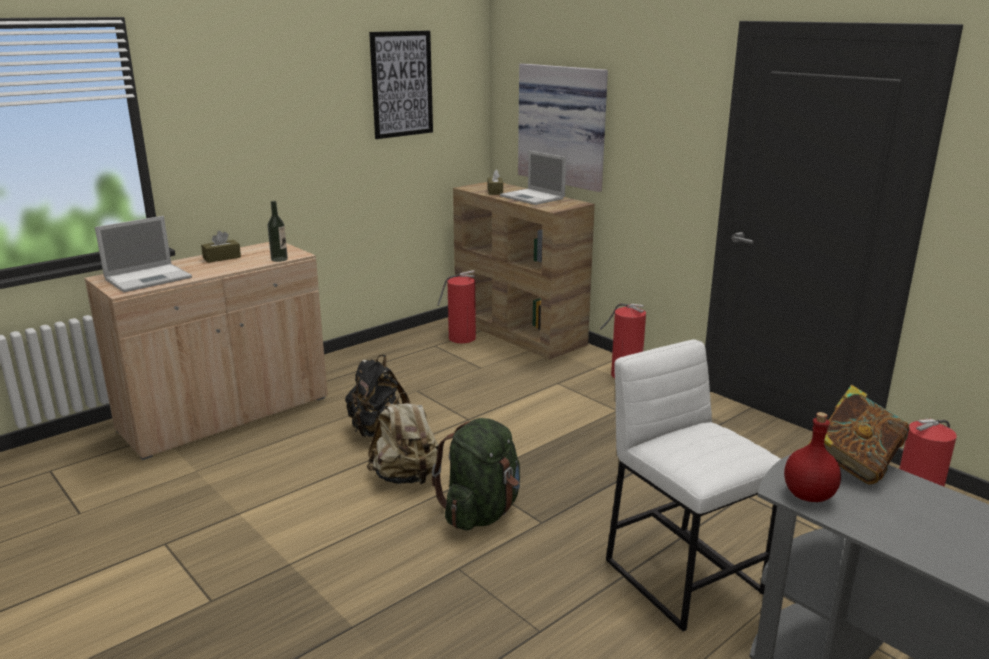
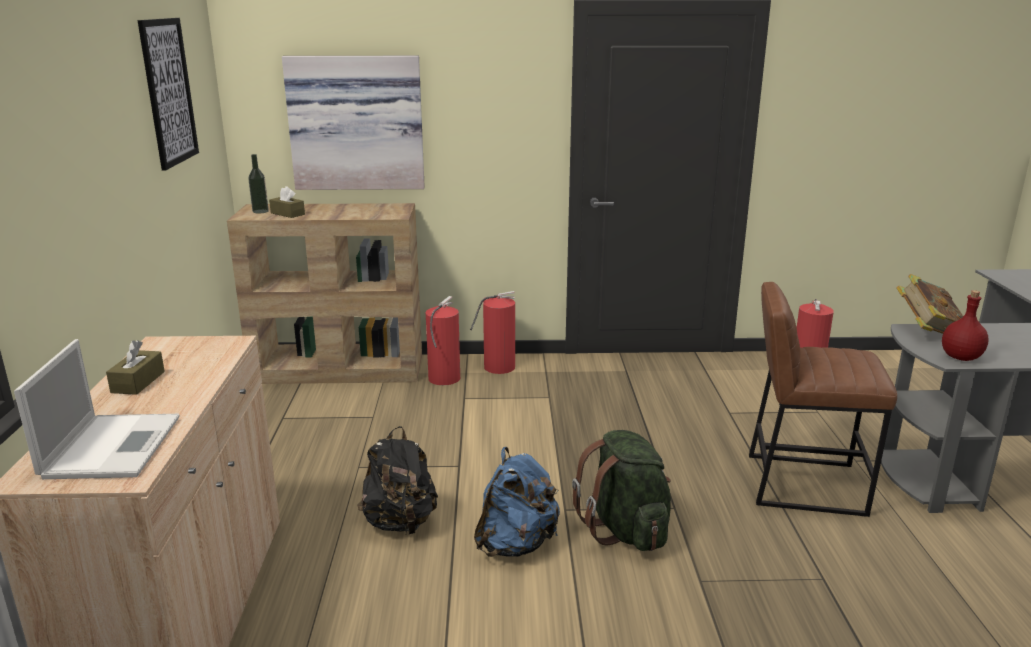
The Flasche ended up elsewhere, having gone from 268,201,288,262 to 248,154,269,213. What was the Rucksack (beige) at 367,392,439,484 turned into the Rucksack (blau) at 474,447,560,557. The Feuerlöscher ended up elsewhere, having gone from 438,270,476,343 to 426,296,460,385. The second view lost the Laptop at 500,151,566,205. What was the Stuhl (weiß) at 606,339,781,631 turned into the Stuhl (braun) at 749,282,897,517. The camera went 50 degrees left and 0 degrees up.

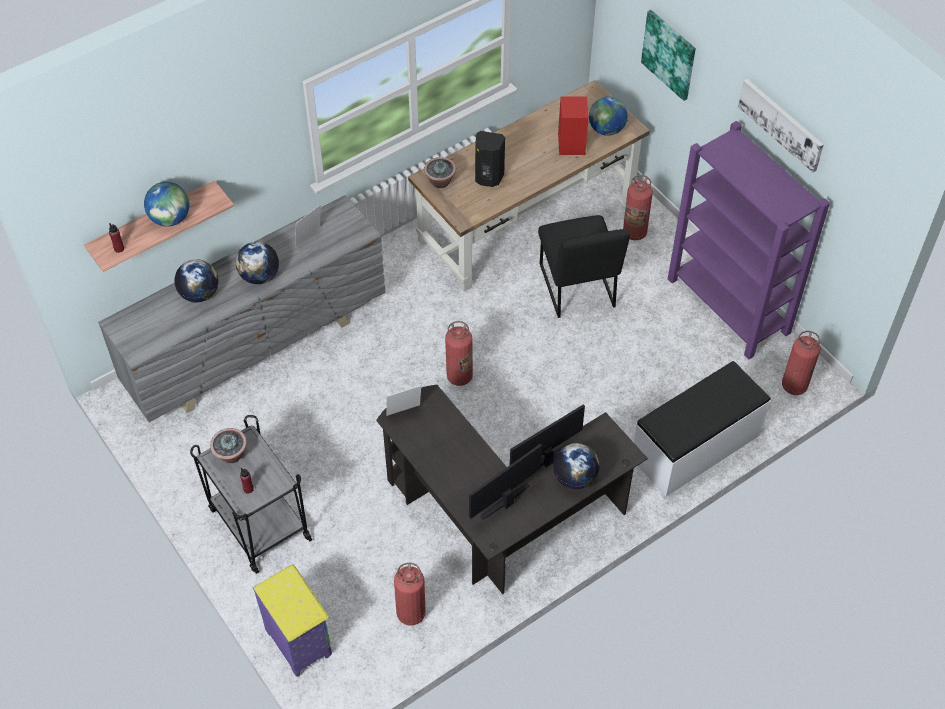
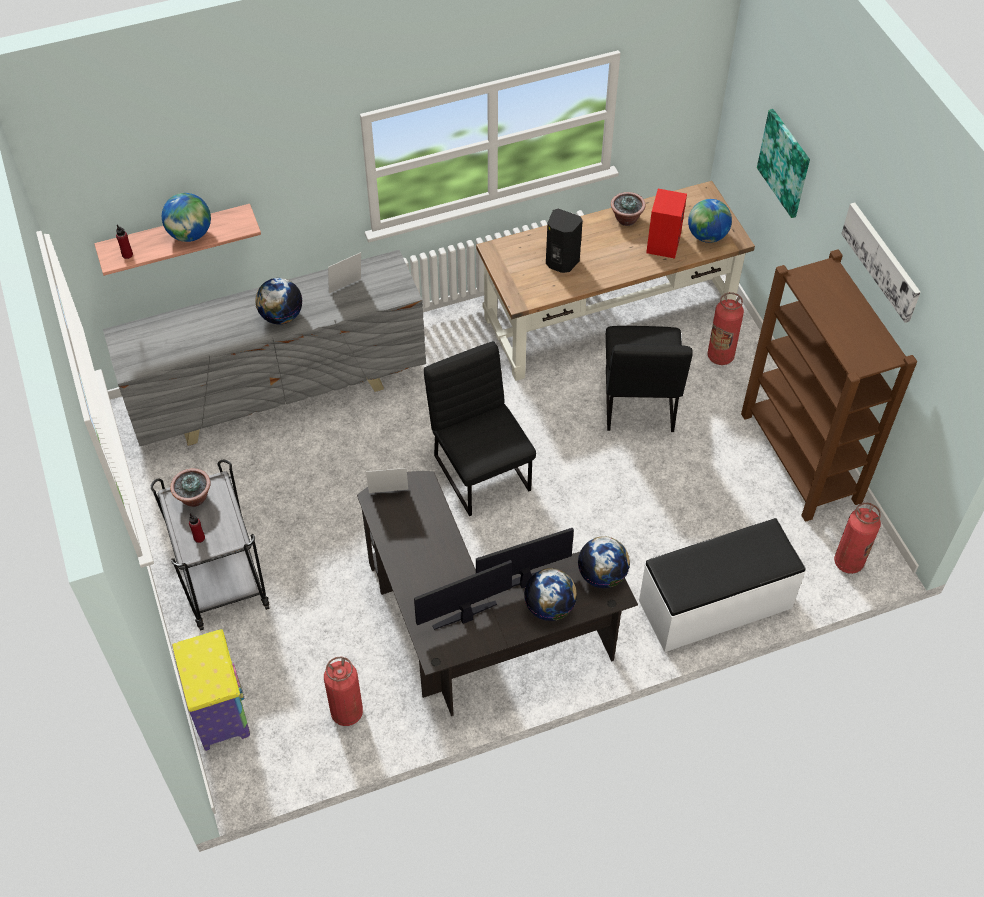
The Globus ended up elsewhere, having gone from 174,259,218,303 to 578,536,630,588. The Topfpflanze ended up elsewhere, having gone from 424,157,456,188 to 611,192,646,226. Where the Feuerlöscher stood at 445,321,473,386, the Stuhl (schwarz) came to stand at 424,341,536,516. What was the Bücherregal (lila) at 668,121,830,359 turned into the Bücherregal (braun) at 741,249,917,521. The camera went 15 degrees right and 0 degrees up.

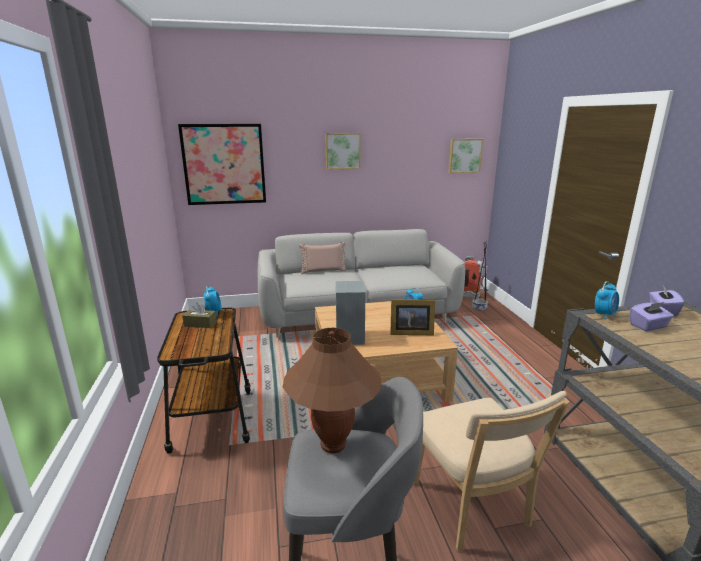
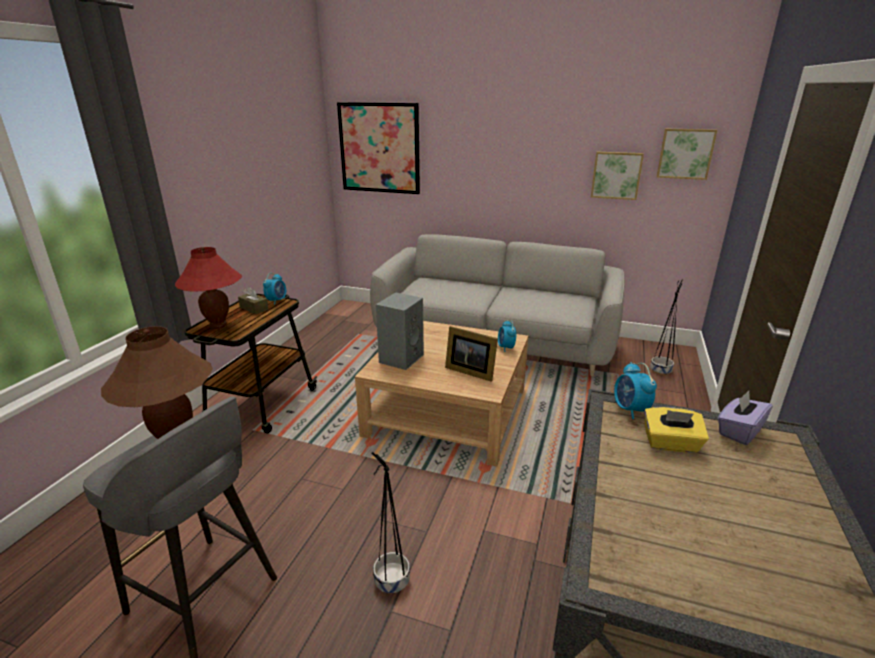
The second view lost the Kissen (beige) at 299,242,347,274. The Bild ended up elsewhere, having gone from 325,133,361,170 to 591,152,644,200. Where the Stuhl (beige) stood at 413,391,570,551, the Pflanzkübel (schwarz) came to stand at 372,452,410,594. The second view lost the Feuerlöscher at 463,256,489,299. The Wecker at 595,281,619,319 ended up facing another way, 90 degrees clockwise from before. What was the Taschentuchbox (lila) at 630,302,674,331 turned into the Taschentuchbox (gelb) at 644,407,709,453. The second view gained the Tischlampe (rot) at 175,247,242,329. The camera went 30 degrees right and 5 degrees up.

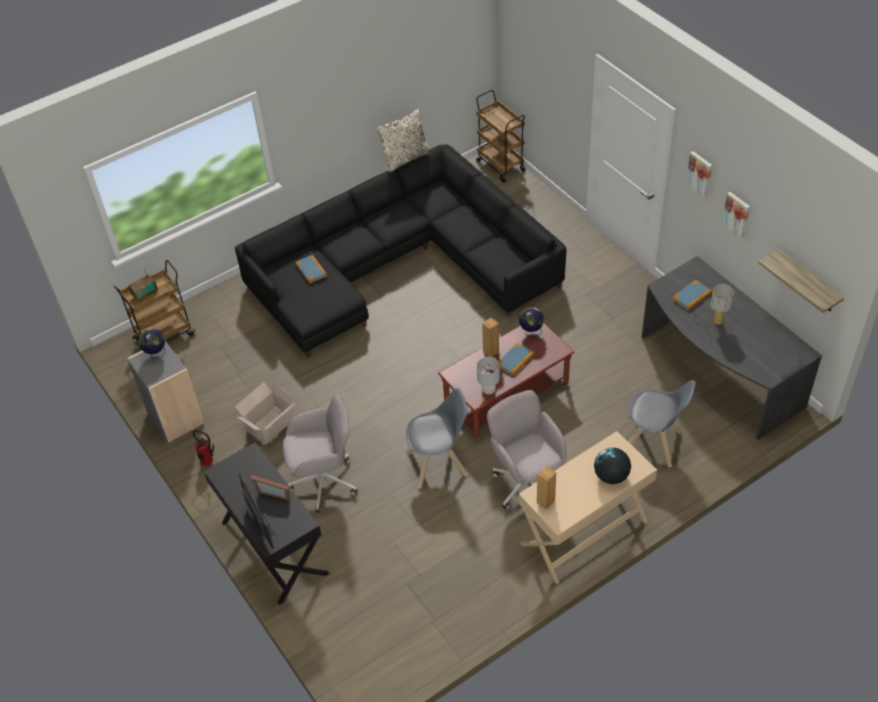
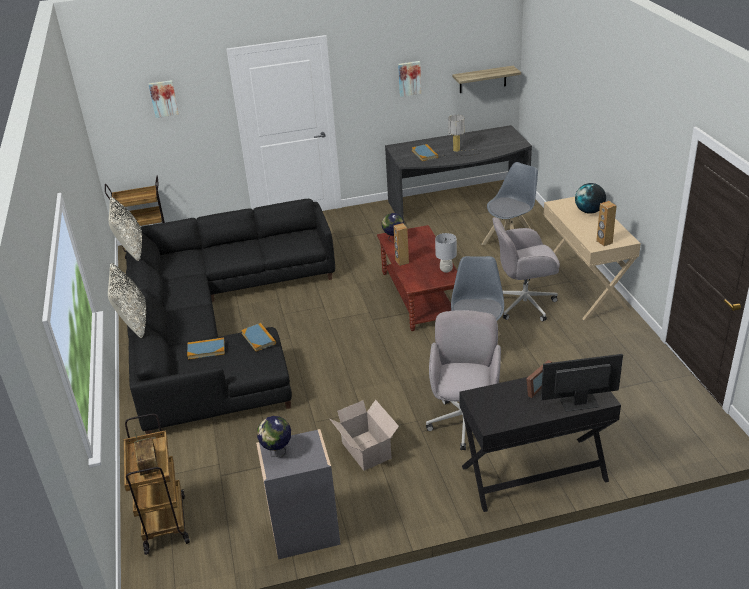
The second view lost the Feuerlöscher at 193,430,214,466. The Buch ended up elsewhere, having gone from 499,343,534,376 to 241,323,276,352. The Bild ended up elsewhere, having gone from 686,151,712,198 to 148,80,179,118. The second view gained the Kissen (beige) at 108,263,146,338. The camera went 70 degrees left and 15 degrees down.

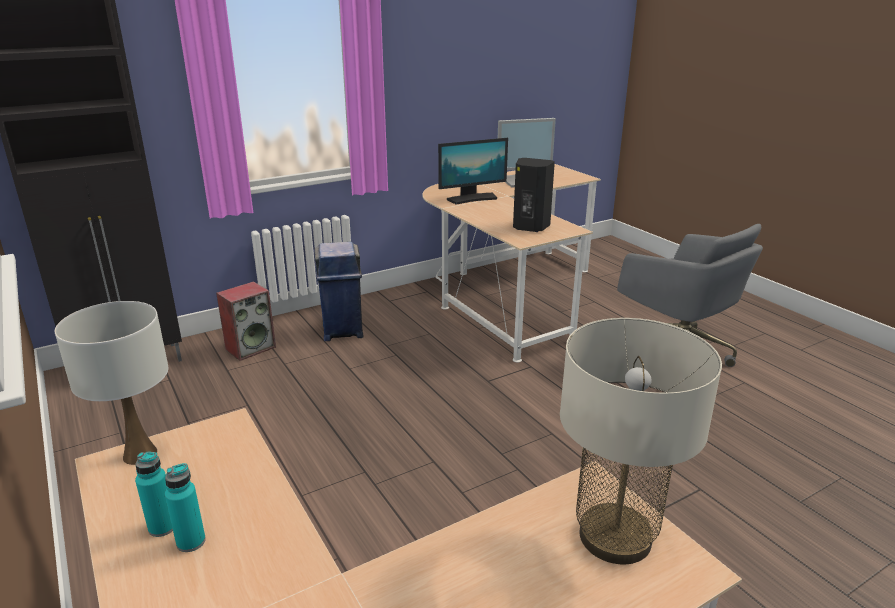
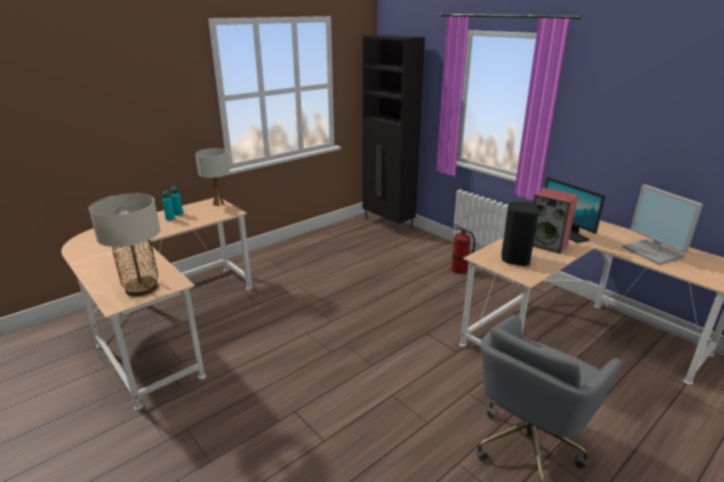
The Lautsprecher ended up elsewhere, having gone from 216,281,276,361 to 533,188,578,254. Where the Mülleimer (blau) stood at 314,242,363,341, the Feuerlöscher came to stand at 451,223,475,274. The camera went 80 degrees right and 0 degrees up.

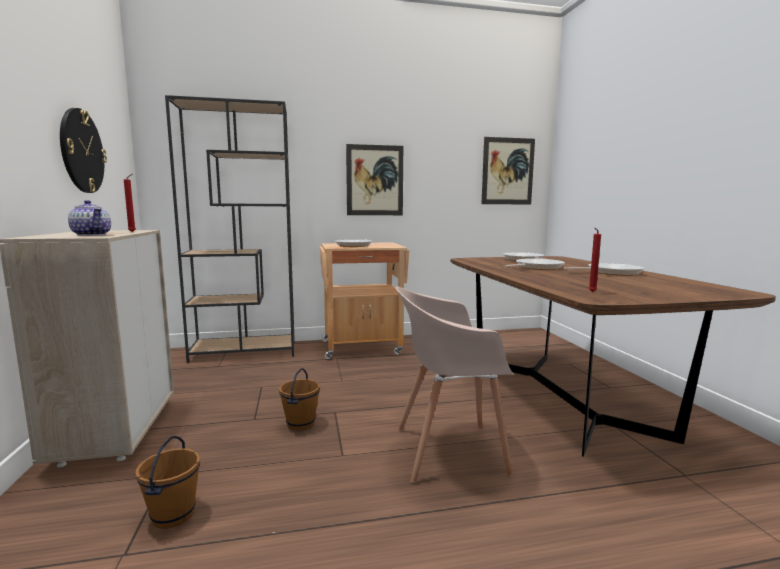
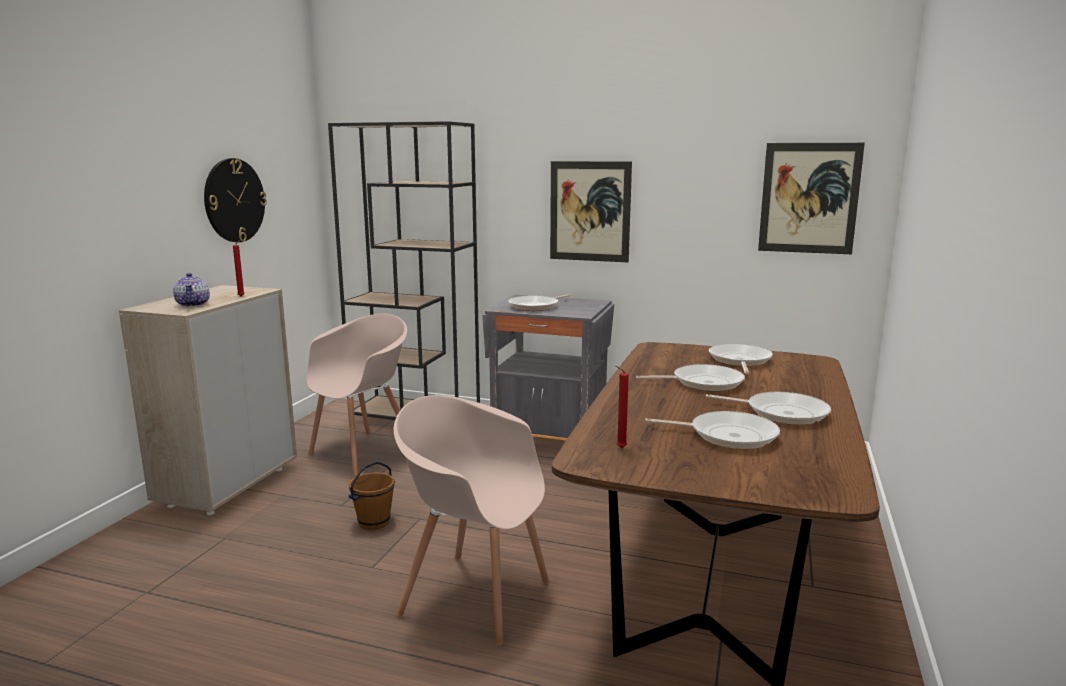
The second view lost the Eimer (braun) at 135,436,200,529. What was the Rollwagen (braun) at 320,242,409,359 turned into the Rollwagen (grau) at 482,295,614,440. The second view gained the Stuhl (beige) at 306,313,407,475. The second view gained the Pfanne at 645,411,780,449. The camera went 30 degrees right and 5 degrees up.

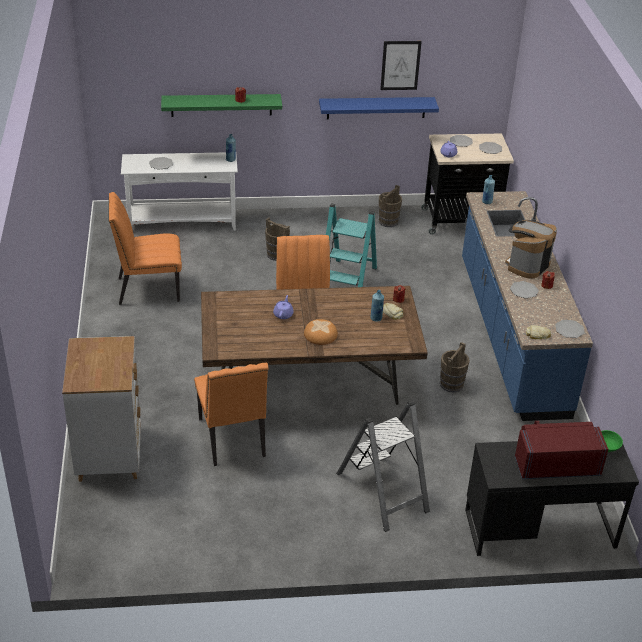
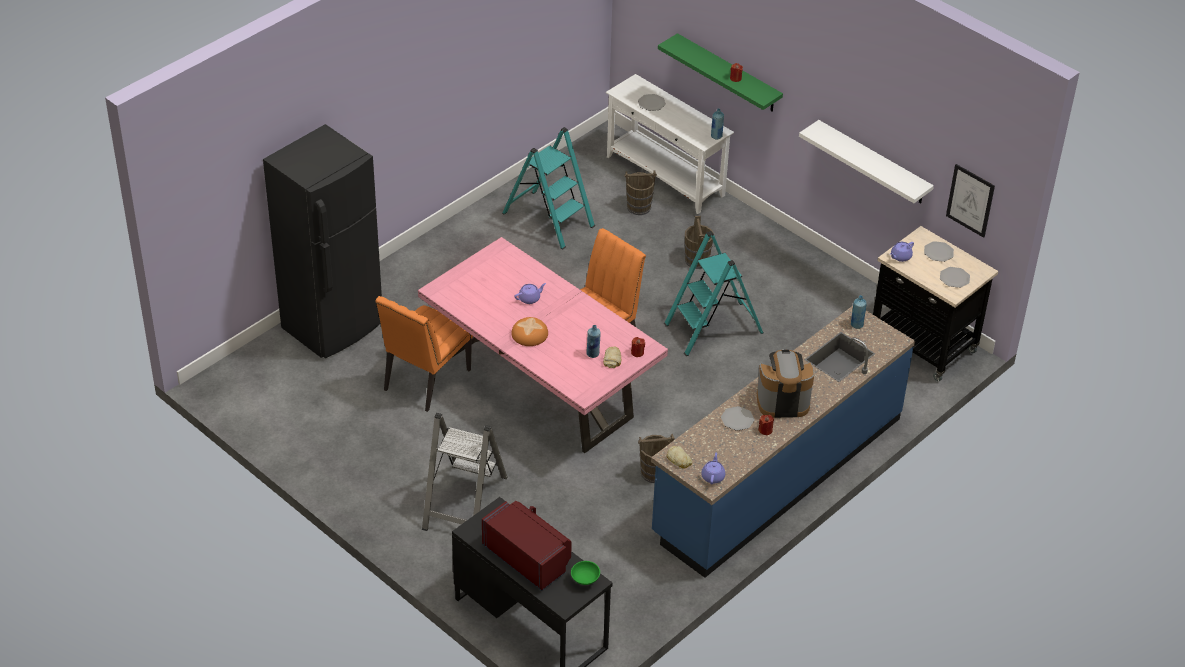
Where the Kommode stood at 62,336,141,482, the Kühlschrank (schwarz) came to stand at 263,124,382,358. Where the Stuhl (orange) stood at 109,192,182,305, the Trittleiter (türkis) came to stand at 502,127,595,250. What was the Esstisch (braun) at 201,286,428,405 turned into the Esstisch (rosa) at 418,237,668,453. What was the Wandregal (blau) at 319,97,439,120 turned into the Wandregal (weiß) at 799,120,934,203. The Eimer (braun) ended up elsewhere, having gone from 378,185,402,227 to 625,171,657,215. The Bild ended up elsewhere, having gone from 380,41,422,90 to 946,164,995,238. Where the Teller stood at 555,320,585,338, the Teekanne (lila) came to stand at 701,452,725,484. The camera went 50 degrees right and 5 degrees up.

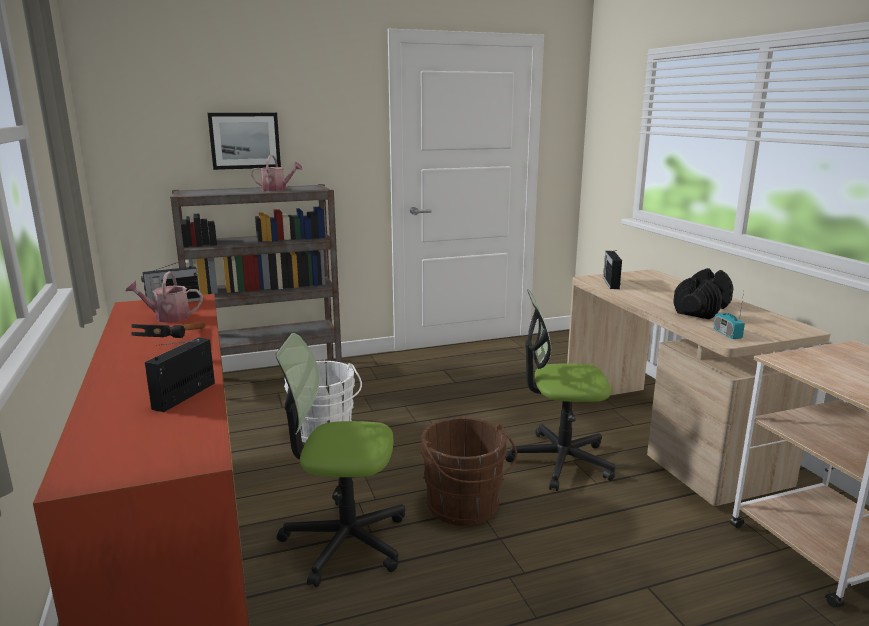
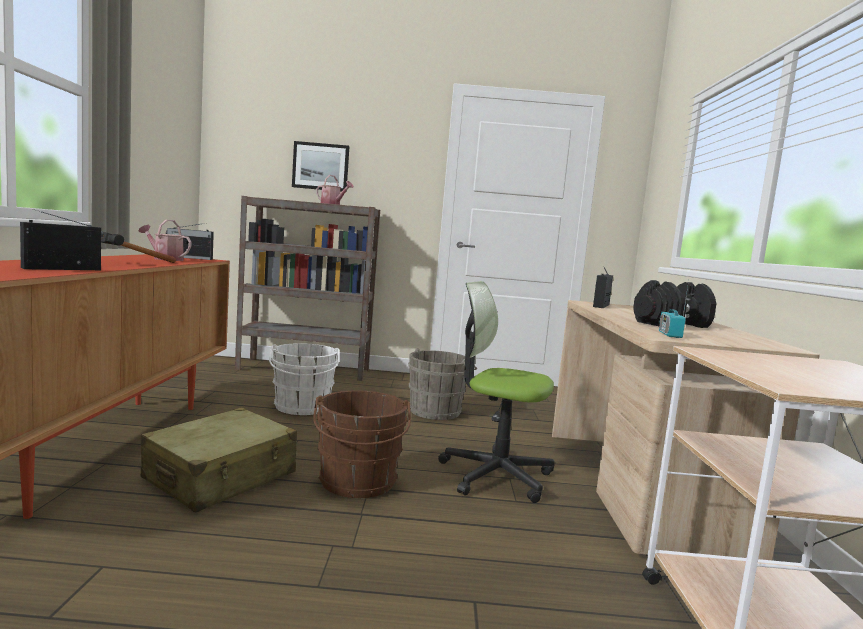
Where the Bürostuhl stood at 276,333,405,587, the Koffer (beige) came to stand at 141,407,297,513. The second view gained the Eimer (grau) at 408,348,477,420. The camera went 20 degrees right and 10 degrees down.

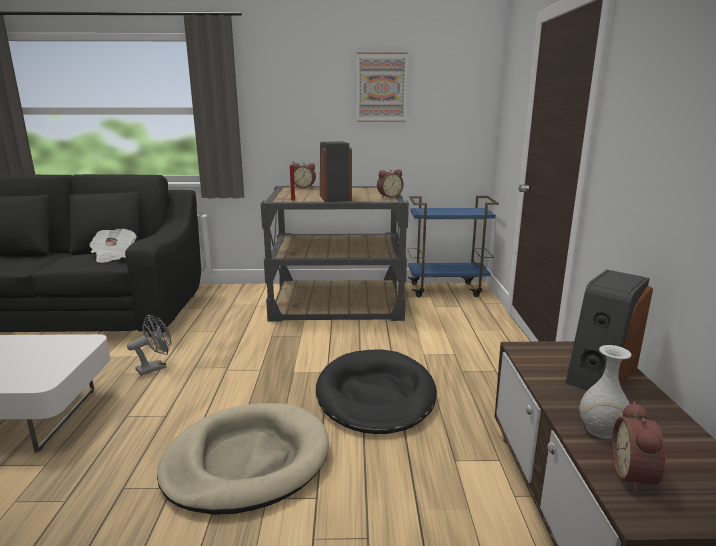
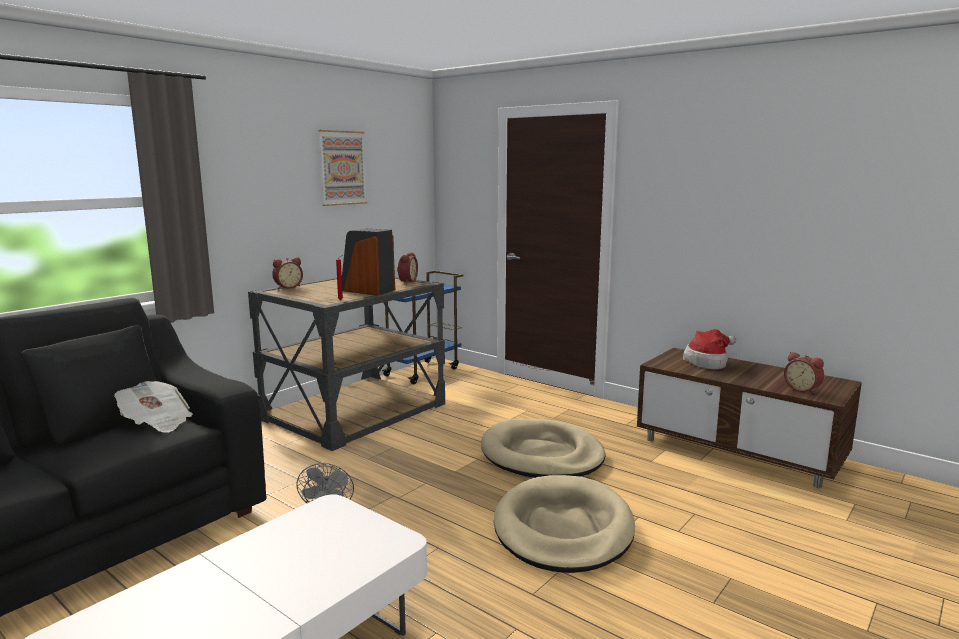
What was the Hundebett (schwarz) at 316,349,437,434 turned into the Hundebett (beige) at 481,419,605,478. Where the Lautsprecher stood at 566,270,653,391, the Hut came to stand at 683,329,736,369. The second view lost the Vase (weiß) at 579,345,632,439. The camera went 50 degrees left and 5 degrees down.

